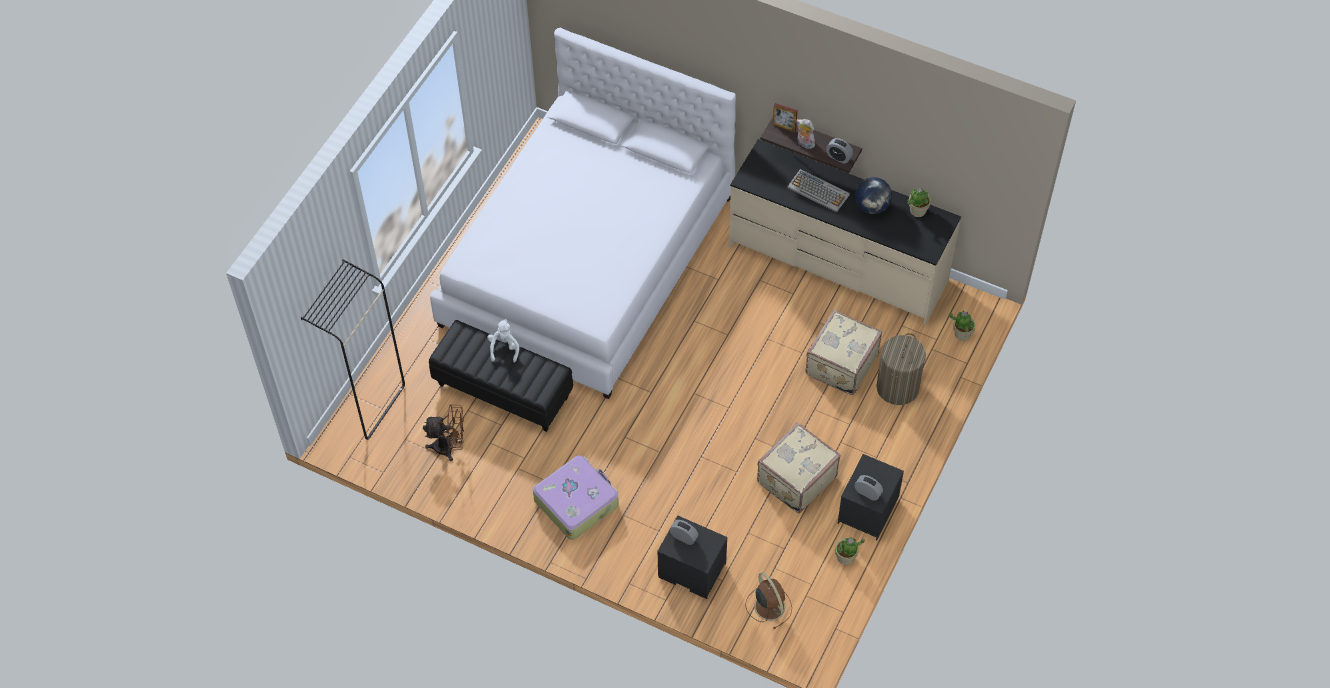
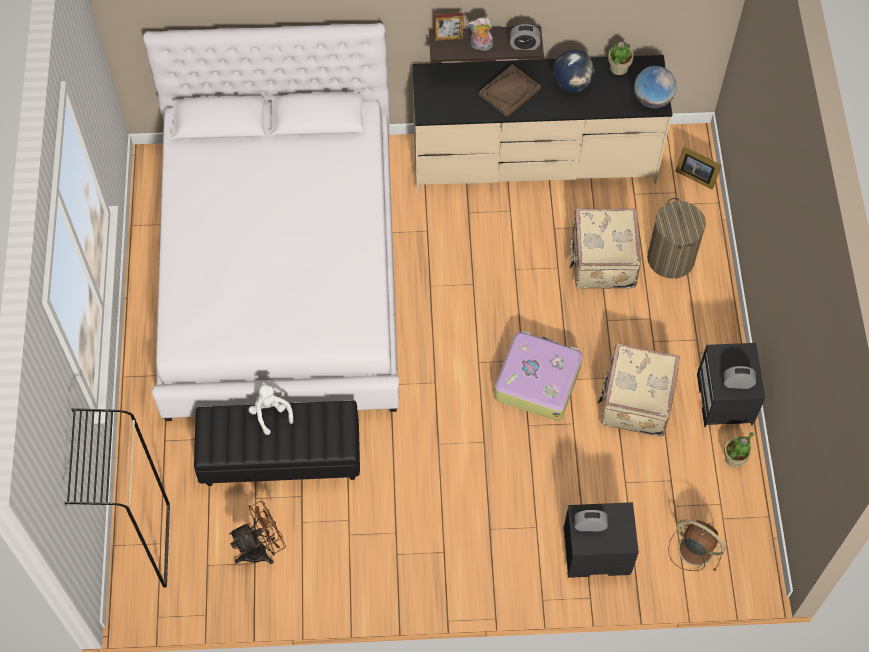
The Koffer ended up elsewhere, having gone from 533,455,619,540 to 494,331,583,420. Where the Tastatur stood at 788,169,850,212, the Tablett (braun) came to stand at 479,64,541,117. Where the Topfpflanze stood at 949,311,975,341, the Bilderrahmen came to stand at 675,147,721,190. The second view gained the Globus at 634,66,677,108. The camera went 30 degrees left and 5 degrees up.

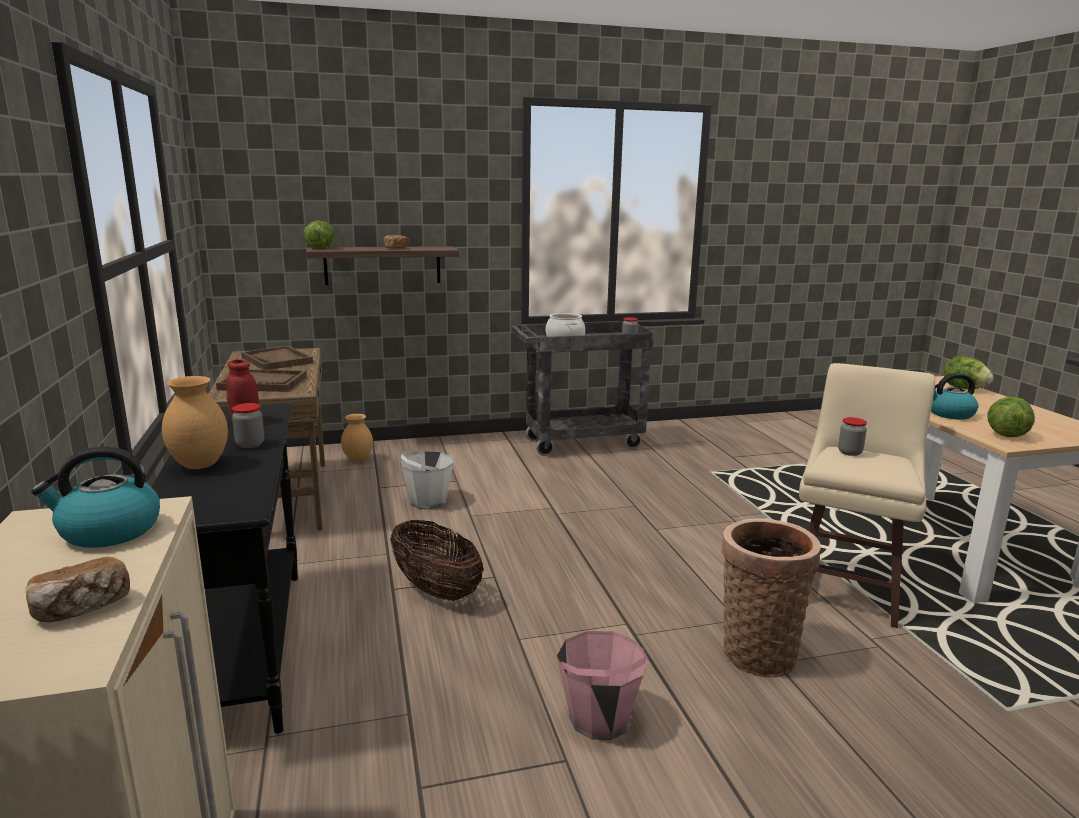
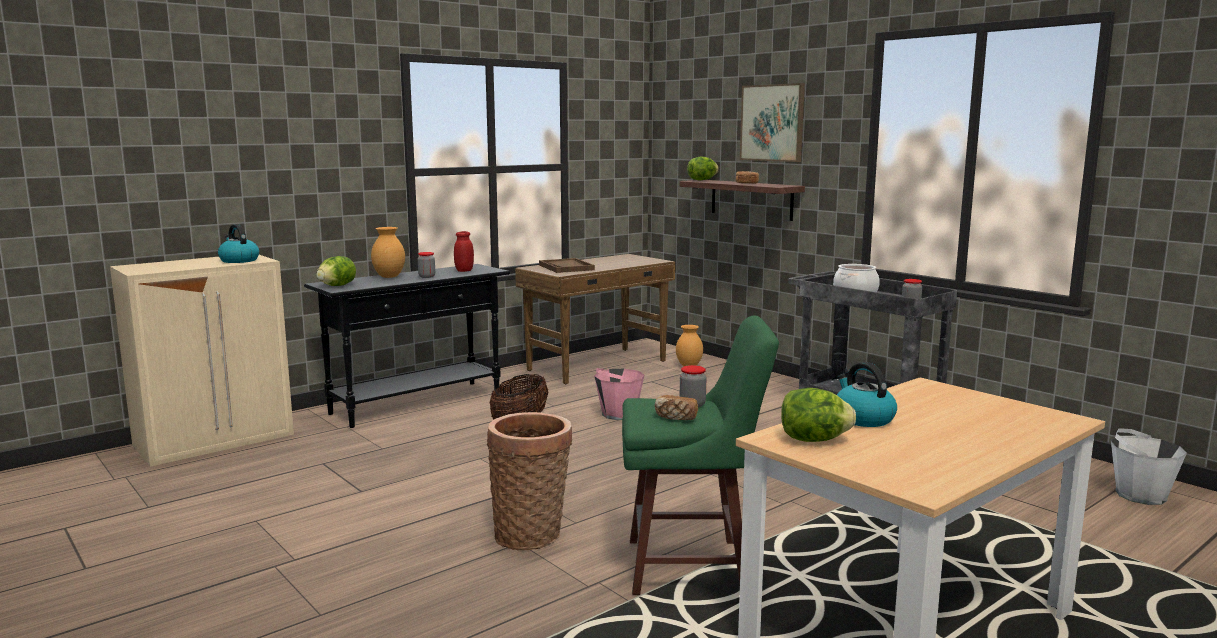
The Brot ended up elsewhere, having gone from 26,557,130,622 to 655,395,698,420. The second view lost the Tablett (braun) at 241,346,313,370. The Eimer (weiß) ended up elsewhere, having gone from 400,451,454,509 to 1111,428,1187,505. The Eimer (rosa) ended up elsewhere, having gone from 557,631,649,740 to 594,368,645,420. What was the Hocker (beige) at 799,363,935,628 turned into the Hocker (grün) at 622,316,779,595. The Salatkopf ended up elsewhere, having gone from 944,357,994,389 to 316,256,356,286. The second view gained the Bild at 740,83,805,162. The camera went 65 degrees right and 5 degrees down.

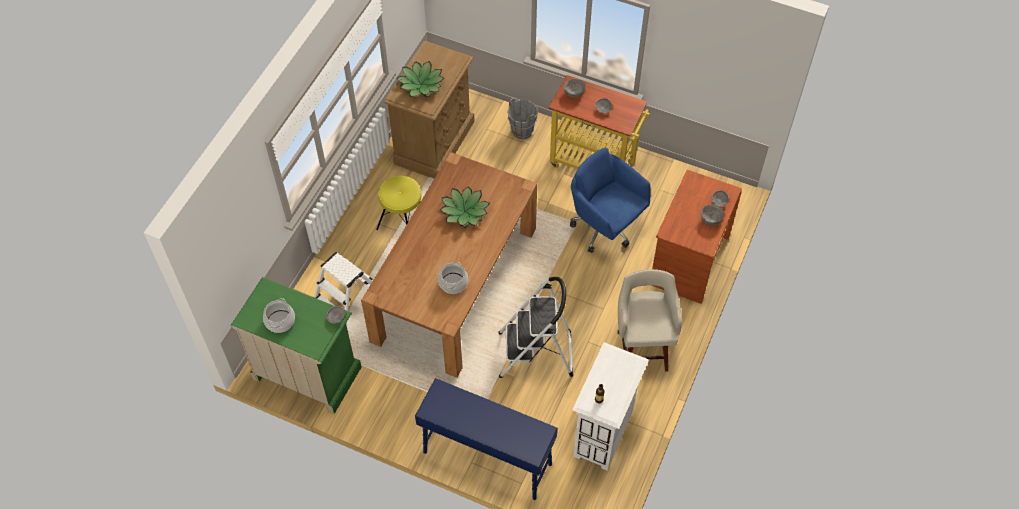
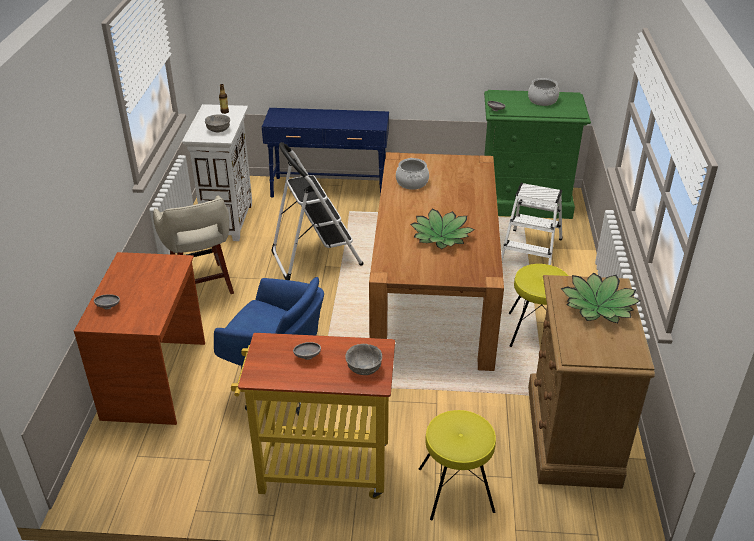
Where the Eimer (grau) stood at 507,98,538,139, the Hocker (gelb) came to stand at 419,410,496,520. The Schüssel (grau) ended up elsewhere, having gone from 701,204,724,226 to 205,114,230,132. The camera went 160 degrees right and 20 degrees down.

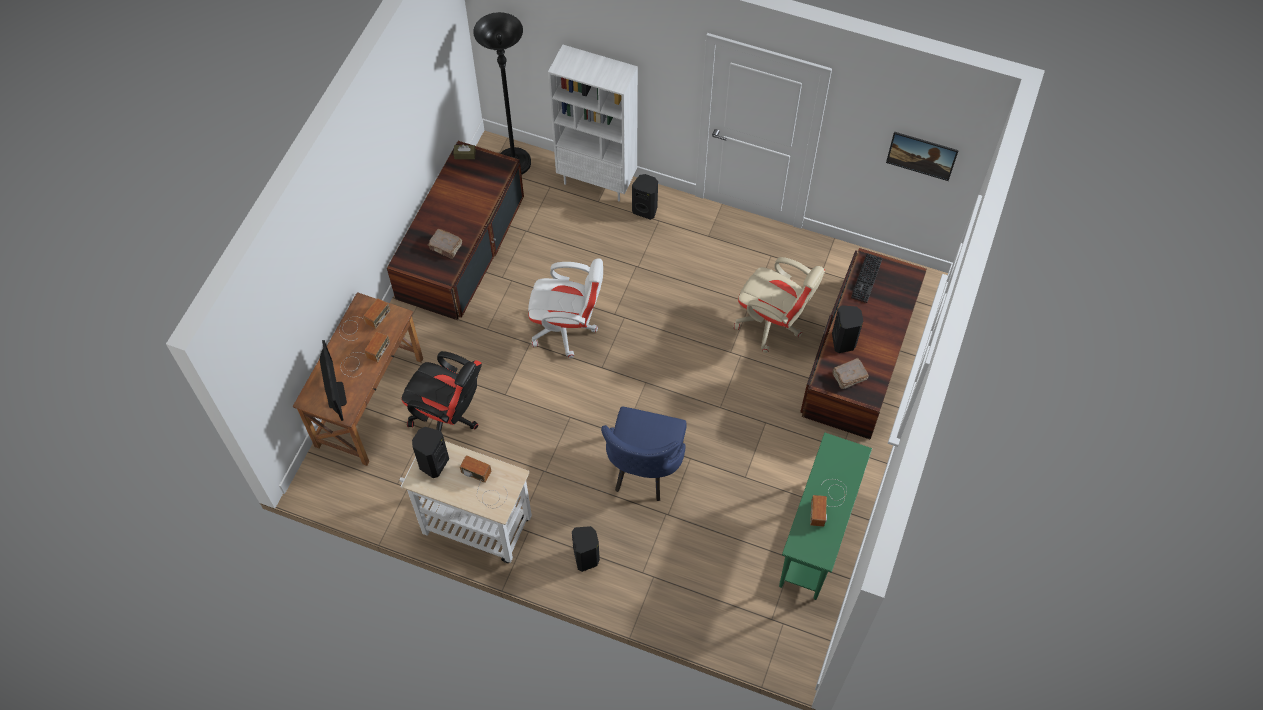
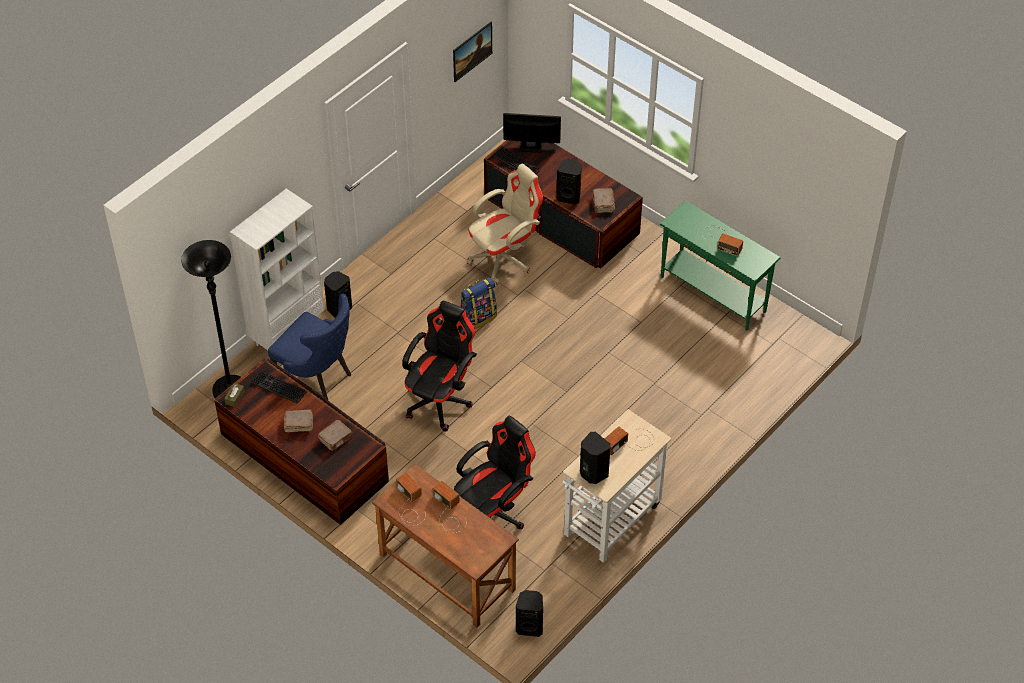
The Monitor ended up elsewhere, having gone from 320,340,347,421 to 503,113,561,153. What was the Bürostuhl (weiß) at 528,259,603,358 turned into the Bürostuhl (schwarz) at 402,300,477,431. The Lautsprecher (schwarz) ended up elsewhere, having gone from 572,526,600,572 to 516,590,543,637. The Stuhl (blau) ended up elsewhere, having gone from 601,407,686,501 to 268,293,351,400. The second view gained the Tastatur at 252,371,306,404. The second view gained the Buch (braun) at 284,409,313,432. The second view gained the Rucksack at 460,277,497,329. The camera went 70 degrees left and 10 degrees down.

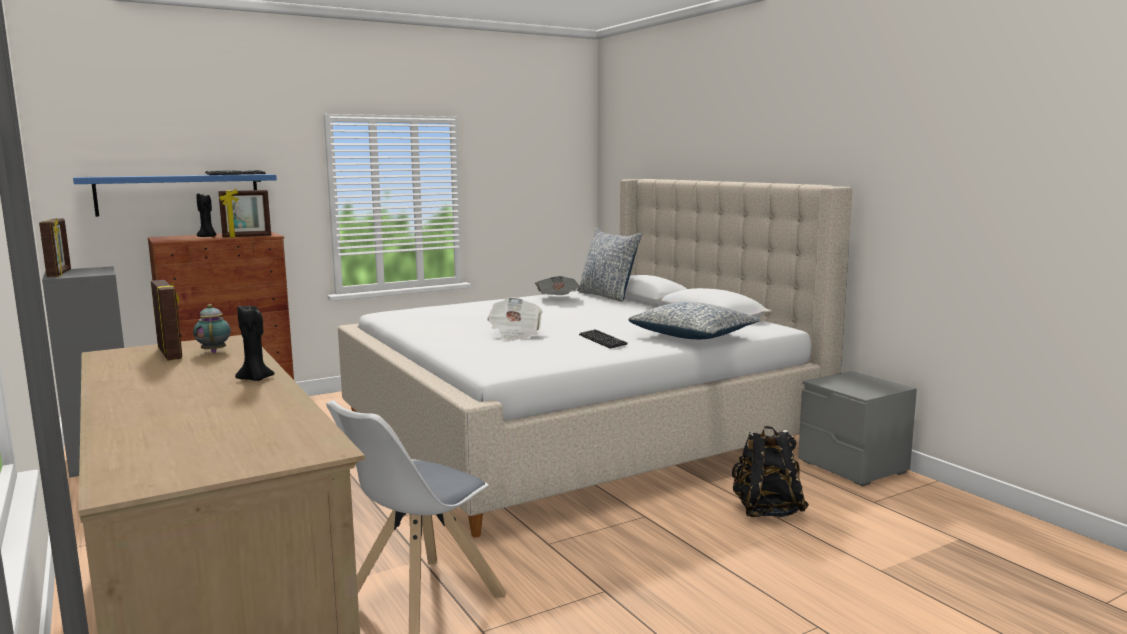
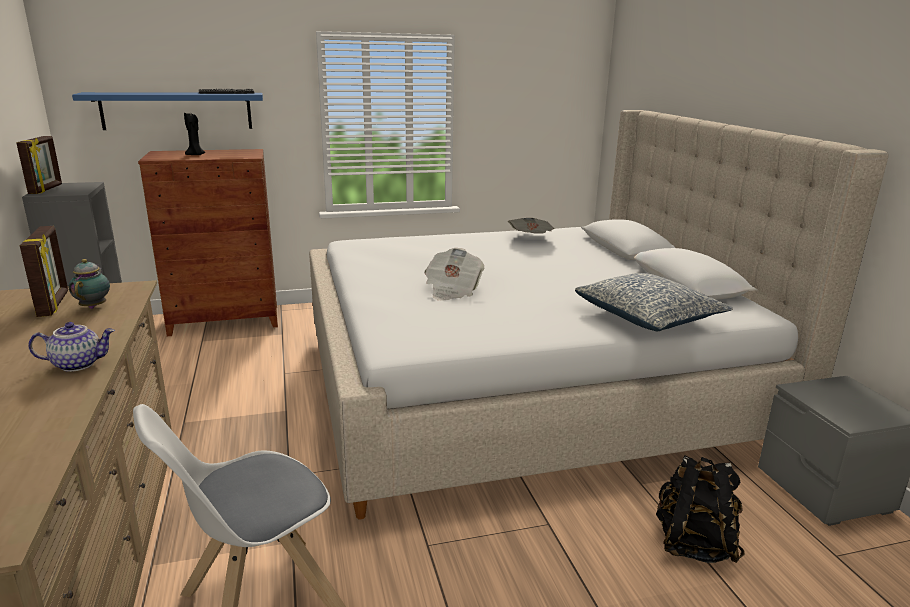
The second view lost the Bilderrahmen at 218,189,271,238. Where the Kerze (schwarz) stood at 235,304,275,381, the Teekanne came to stand at 28,322,115,372. The second view lost the Kissen at 577,228,642,302. The second view lost the Tastatur at 579,329,627,348. The camera went 15 degrees right and 10 degrees up.

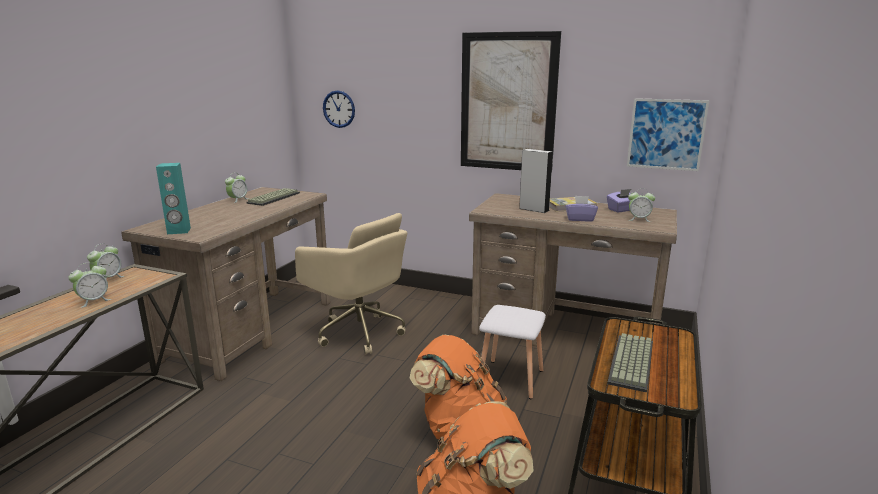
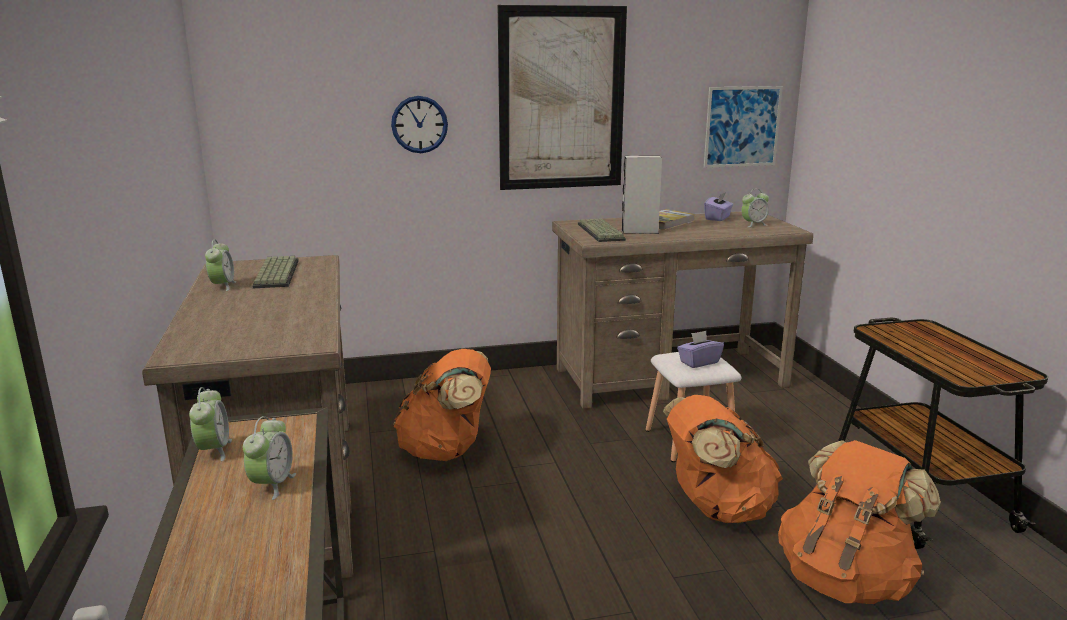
The second view lost the Lautsprecher (türkis) at 156,163,191,234. Where the Bürostuhl (beige) stood at 295,213,407,354, the Rucksack (orange) came to stand at 393,349,491,461. The Wanduhr ended up elsewhere, having gone from 323,90,355,128 to 391,96,448,153. The Taschentuchbox (lila) ended up elsewhere, having gone from 565,196,598,222 to 677,331,724,368. The Tastatur ended up elsewhere, having gone from 607,333,653,393 to 578,218,626,242. The camera went 35 degrees left and 0 degrees up.

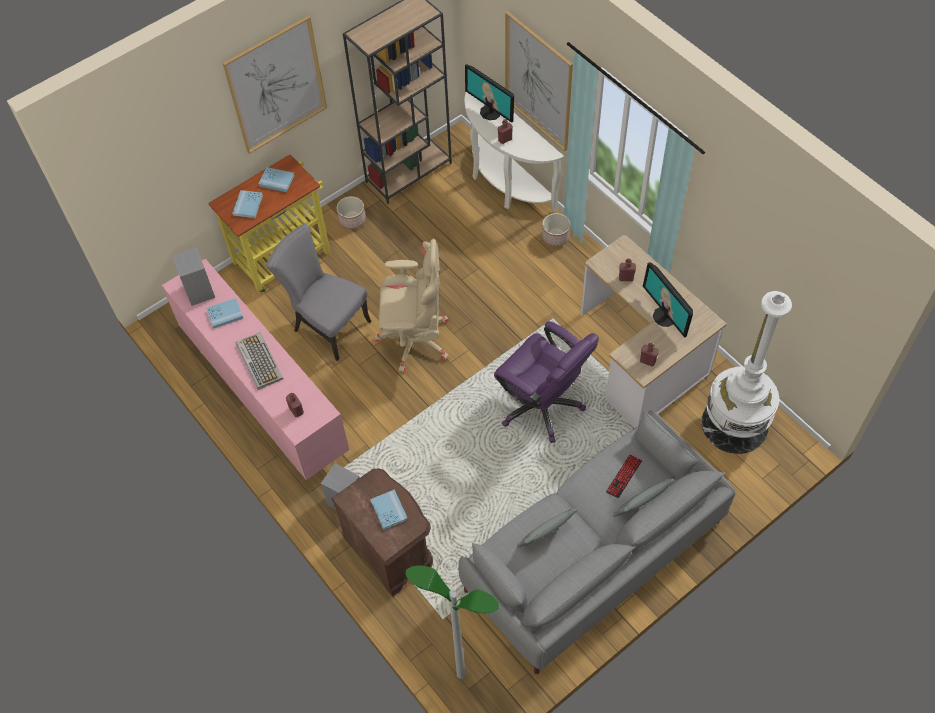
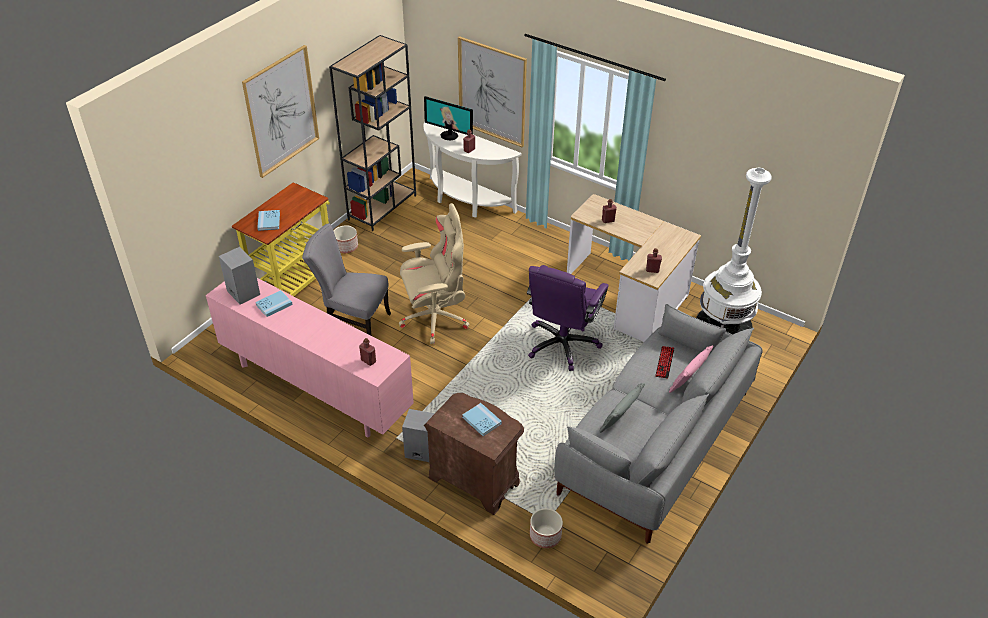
The second view lost the Tastatur at 235,333,283,390. The second view lost the Buch (blau) at 259,167,295,192. The second view lost the Stehlampe at 405,565,499,679. The Bürostuhl (lila) at 494,321,599,443 ended up facing another way, 90 degrees clockwise from before. The Pflanzkübel ended up elsewhere, having gone from 542,213,570,247 to 530,508,563,548. What was the Kissen (grau) at 613,478,674,517 turned into the Kissen (rosa) at 669,345,713,393. The second view lost the Monitor at 643,262,693,338. The camera went 20 degrees left and 15 degrees down.

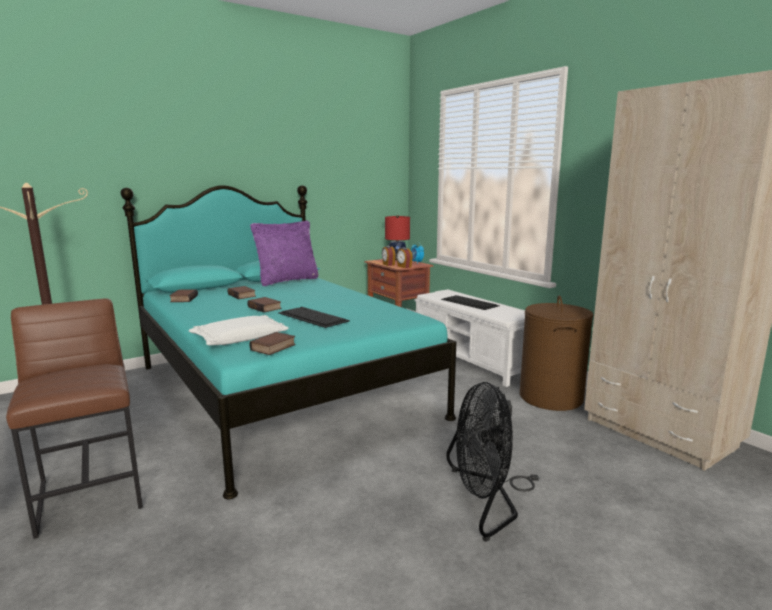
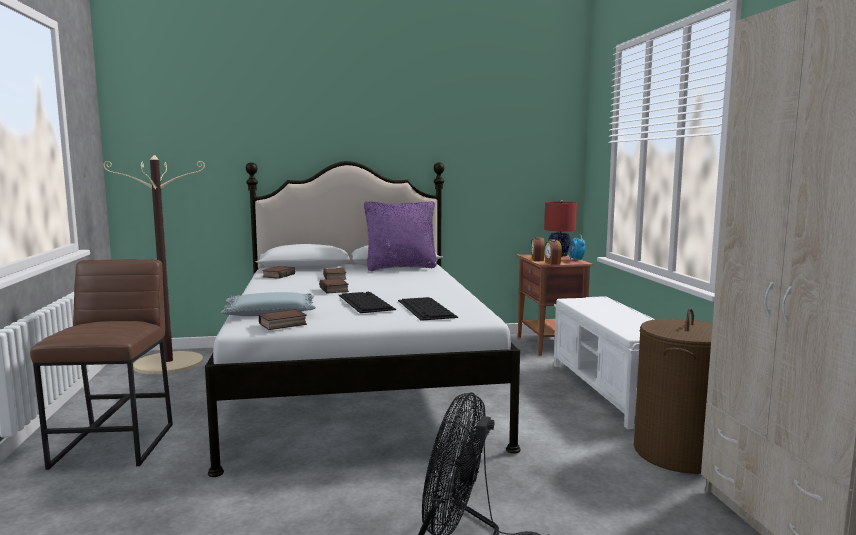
What was the Bett (türkis) at 121,185,456,499 turned into the Bett (weiß) at 205,161,521,477. What was the Kissen (weiß) at 189,315,289,346 turned into the Kissen (blau) at 221,292,316,316. The Tastatur ended up elsewhere, having gone from 441,295,500,310 to 398,297,458,321. The camera went 25 degrees right and 5 degrees down.

